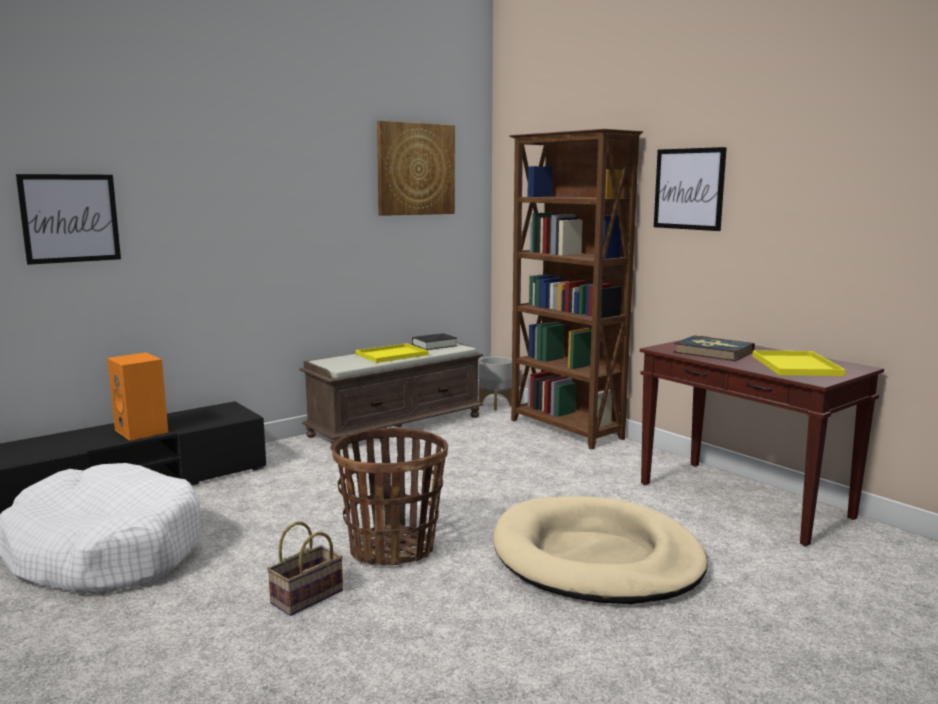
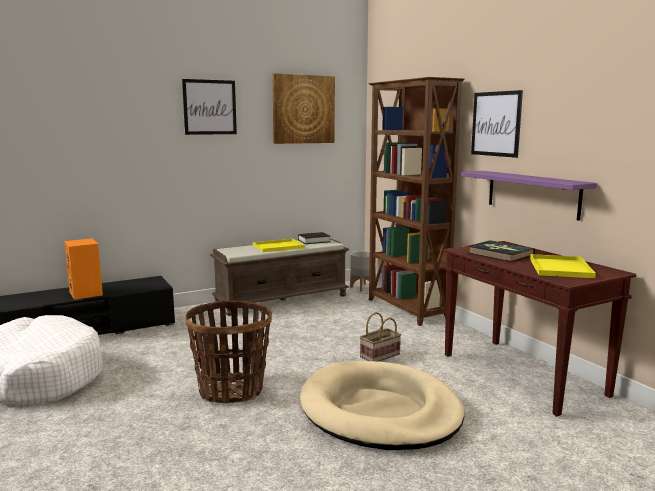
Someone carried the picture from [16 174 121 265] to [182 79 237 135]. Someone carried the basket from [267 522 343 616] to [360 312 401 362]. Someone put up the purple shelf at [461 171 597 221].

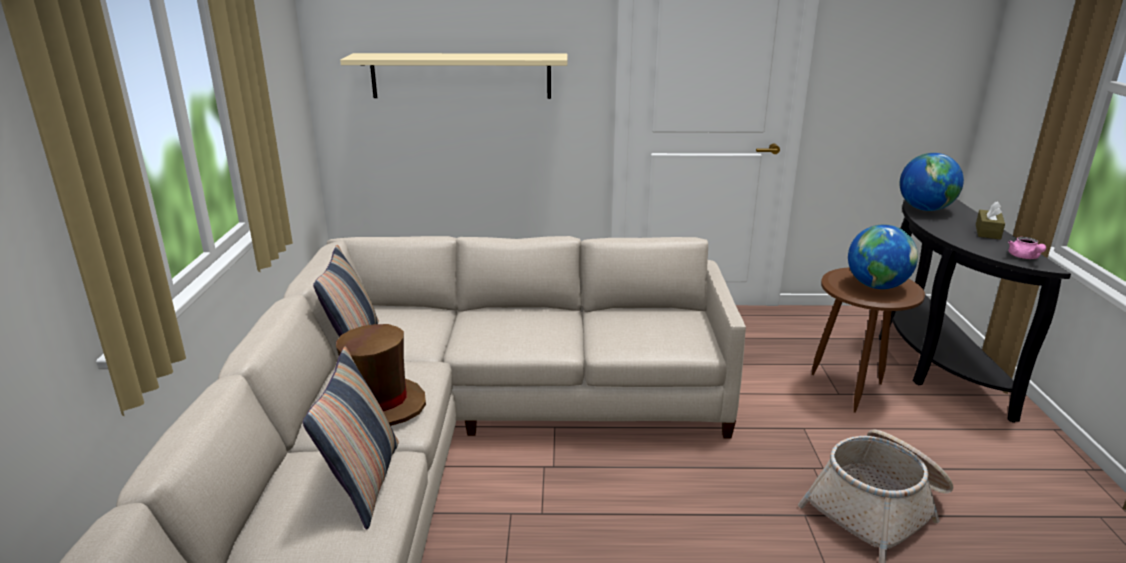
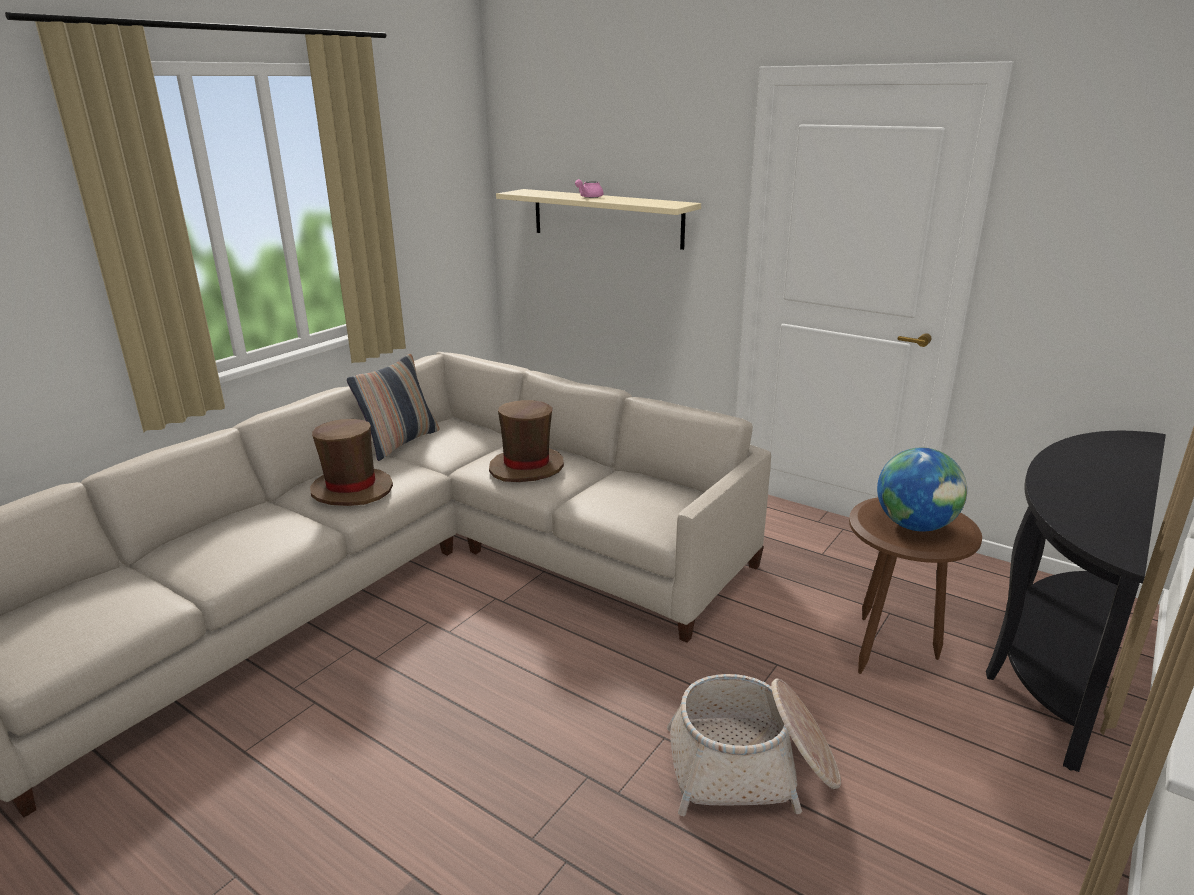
Someone took away the globe at [899 153 964 211]. Someone took away the brown tissue box at [976 201 1005 240]. Someone carried the pink teapot from [1008 237 1046 259] to [575 179 604 198]. Someone took away the pillow at [303 347 399 529]. Someone put down the brown hat at [489 400 564 482].

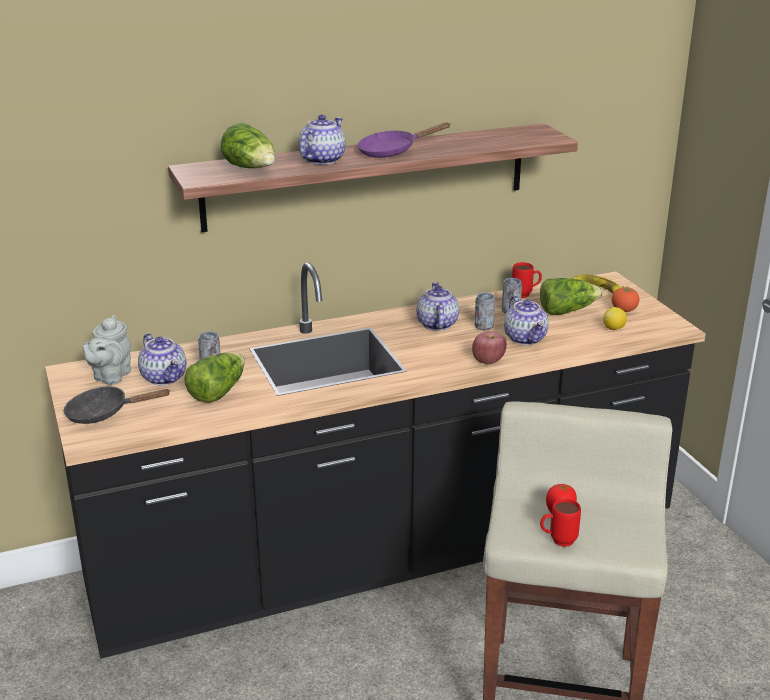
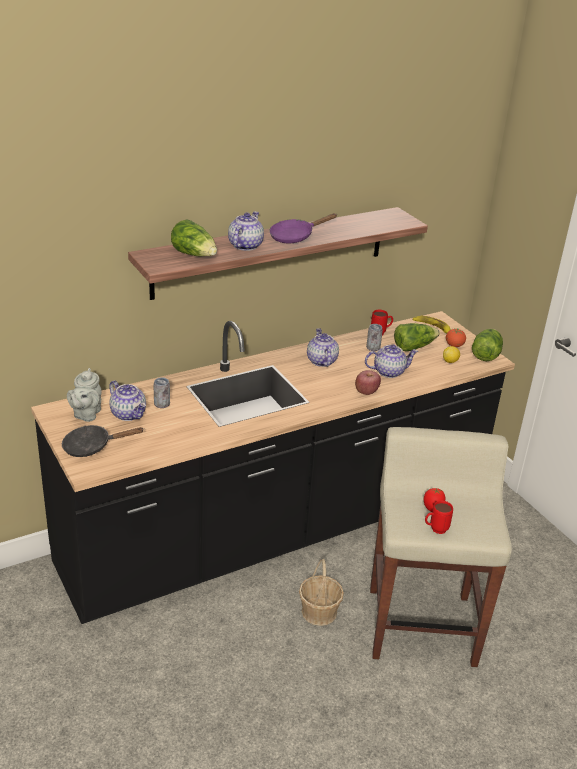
Someone took away the can at [475 292 495 330]. Someone rotated the teapot at [504 296 548 345] by 75 degrees counterclockwise. Someone carried the lettuce from [184 353 245 403] to [472 329 503 361]. Someone put down the basket at [299 559 344 626].

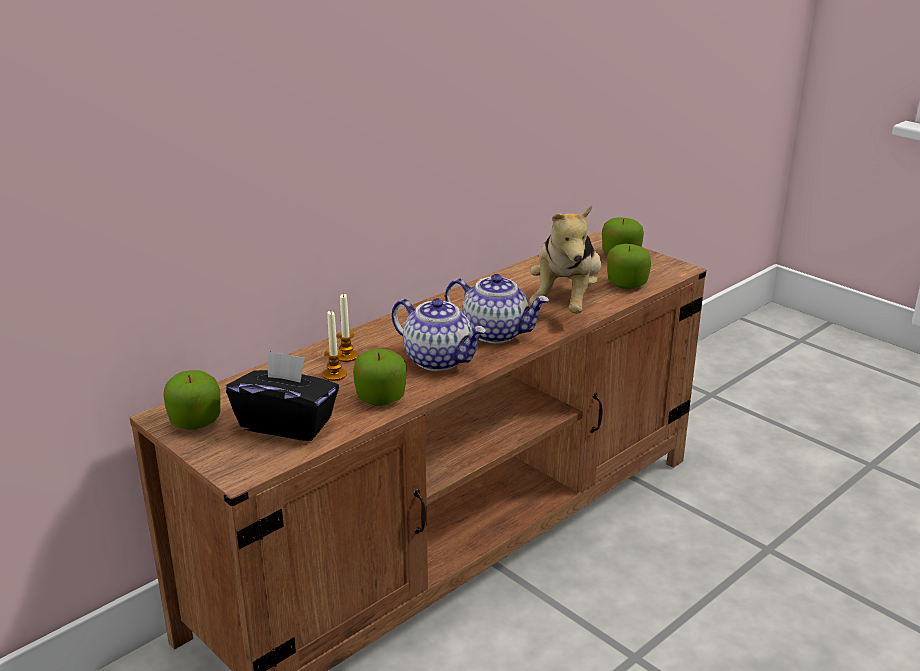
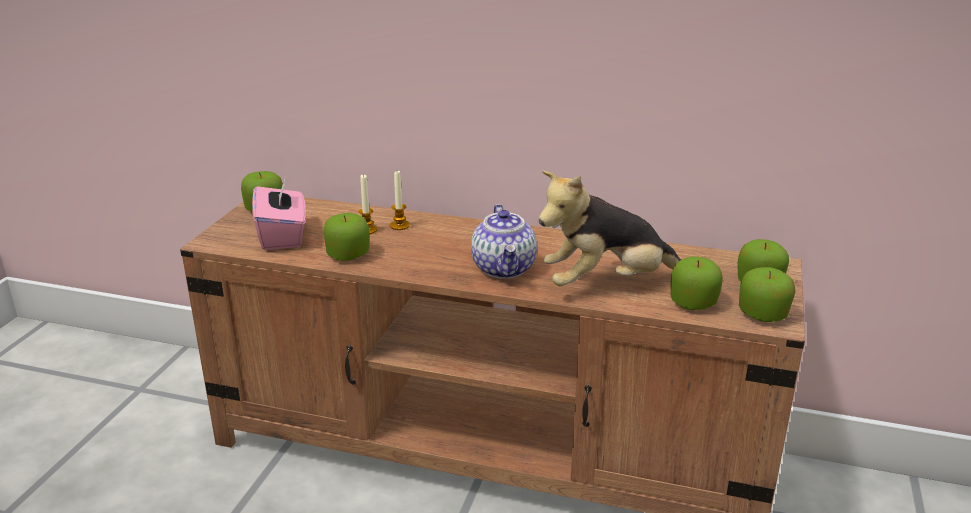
Someone took away the teapot at [391 298 486 371]. Someone repainted the black tissue box at [226 350 339 441], which became the pink tissue box at [252 175 306 250]. Someone put down the apple at [739 267 795 322].

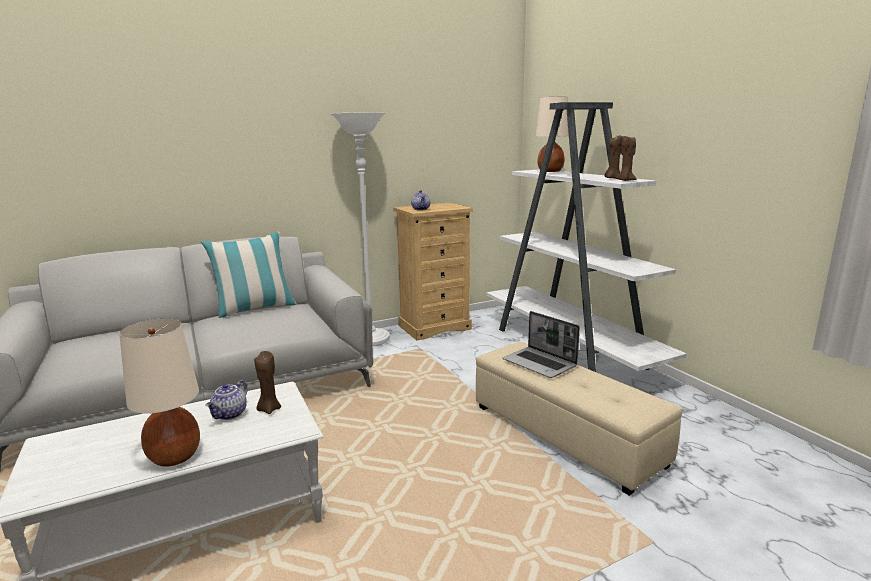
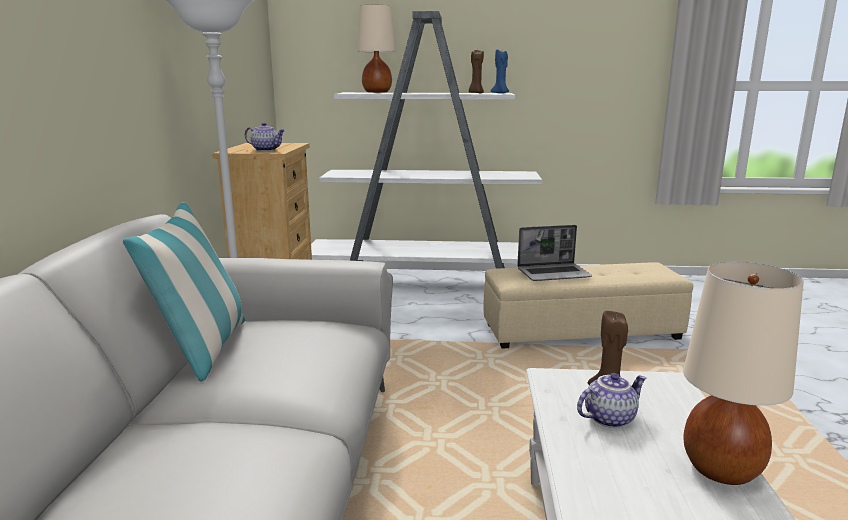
Someone repainted the brown candle at [616 136 637 181], which became the blue candle at [491 49 509 93]. Someone rotated the teapot at [205 380 247 420] by 75 degrees counterclockwise.

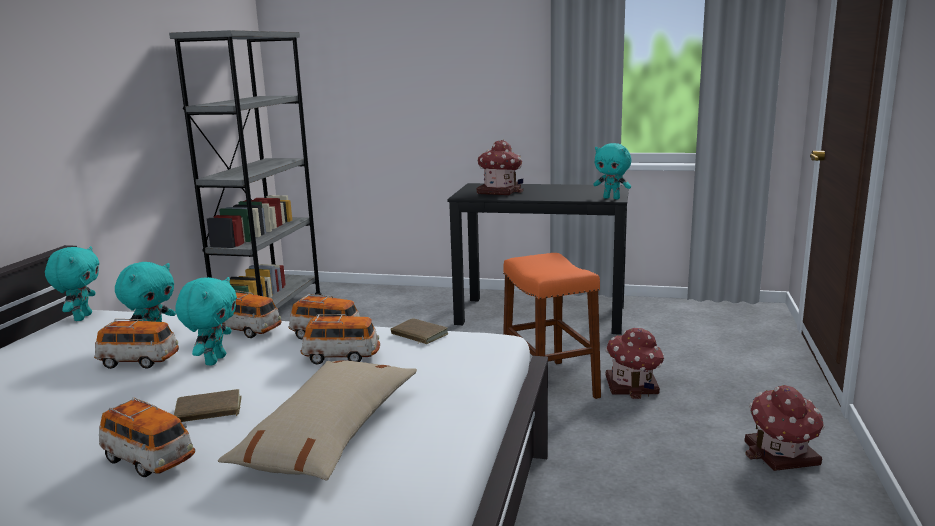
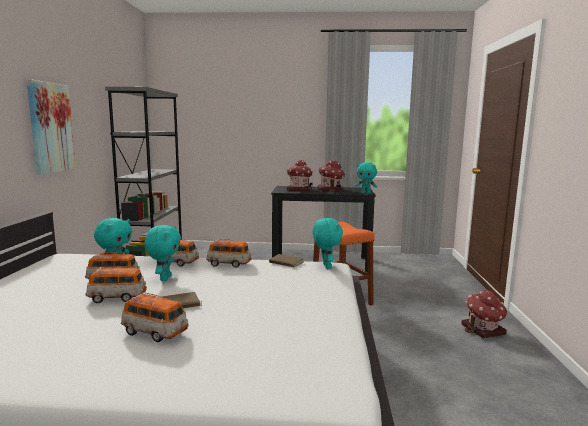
Someone carried the turquoise plush toy from [45 246 99 321] to [312 218 343 269]. Someone carried the toy car from [300 314 380 364] to [85 267 147 303]. Someone carried the toy house from [606 328 664 399] to [318 160 345 191]. Someone took away the beige pillow at [218 360 417 481]. Someone put up the picture at [26 79 76 175].

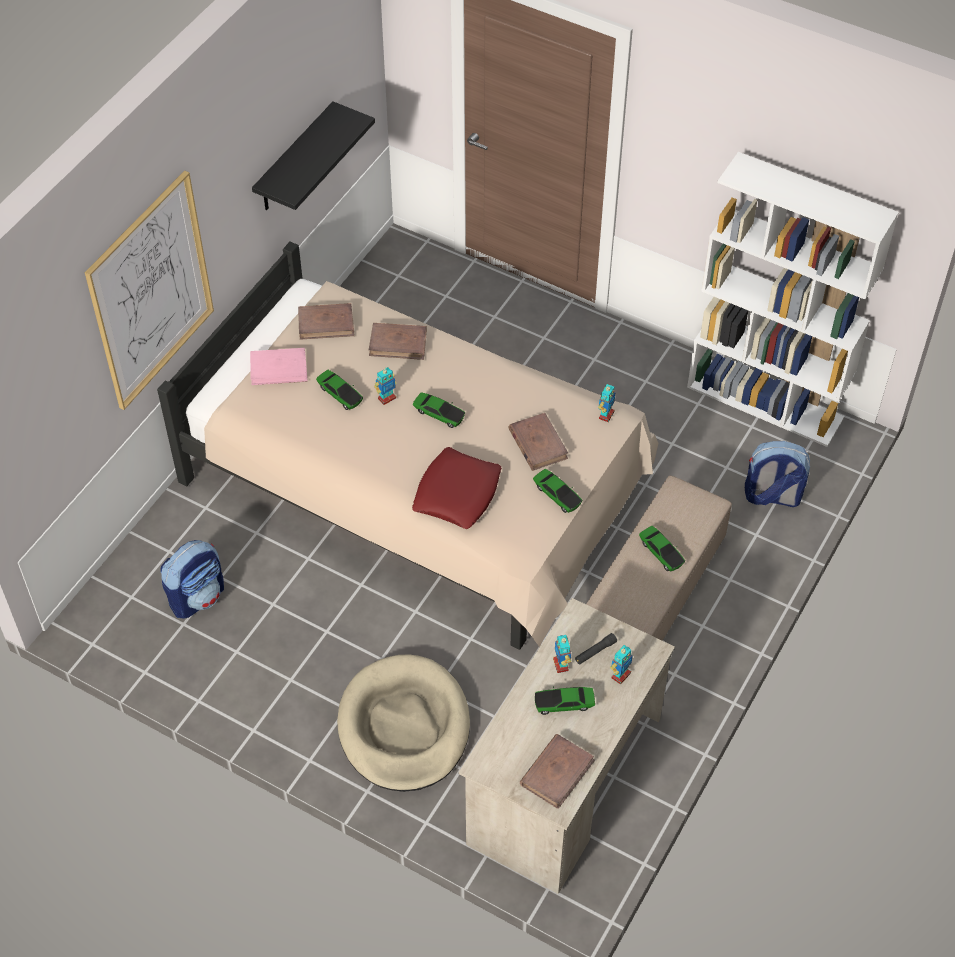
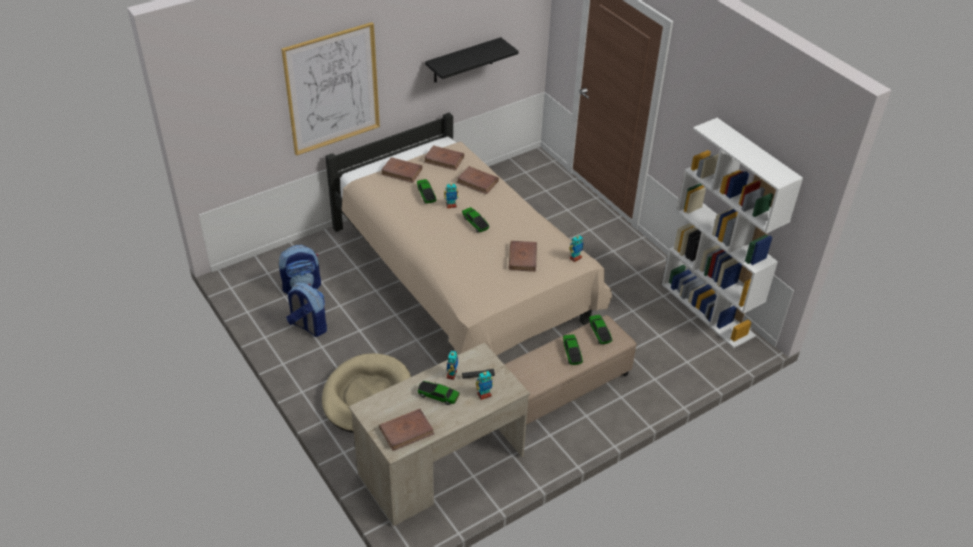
Someone repainted the pink book at [250 348 308 385], which became the brown book at [381 157 422 183]. Someone carried the backpack from [745 441 810 507] to [286 283 327 337]. Someone took away the red pillow at [412 447 502 529]. Someone carried the toy car from [533 469 583 513] to [589 315 612 344].

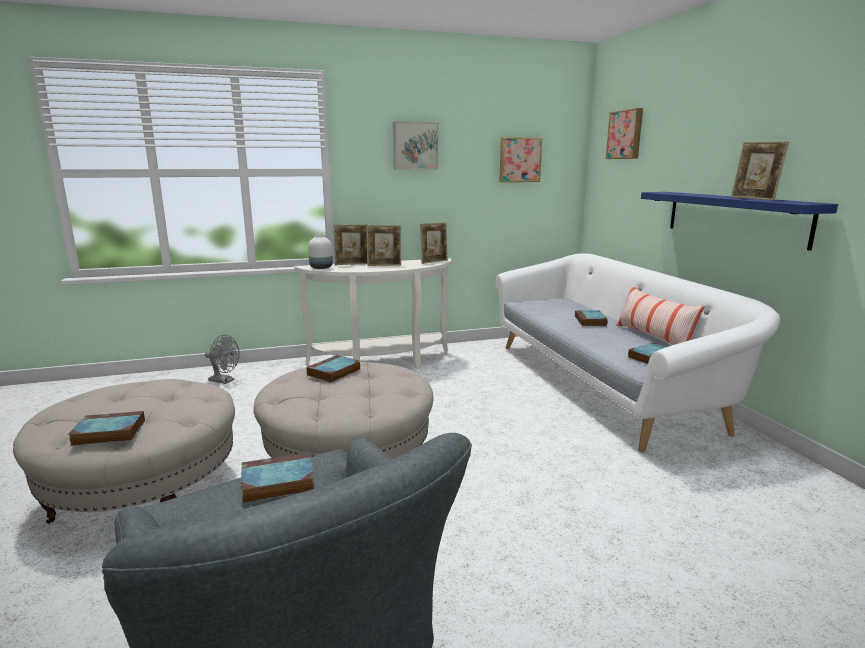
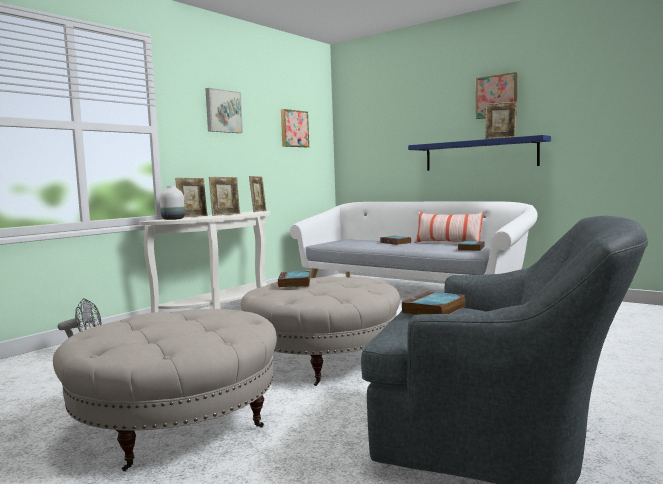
Someone carried the picture from [606 108 643 159] to [476 72 517 119]. Someone took away the book at [68 411 145 446].

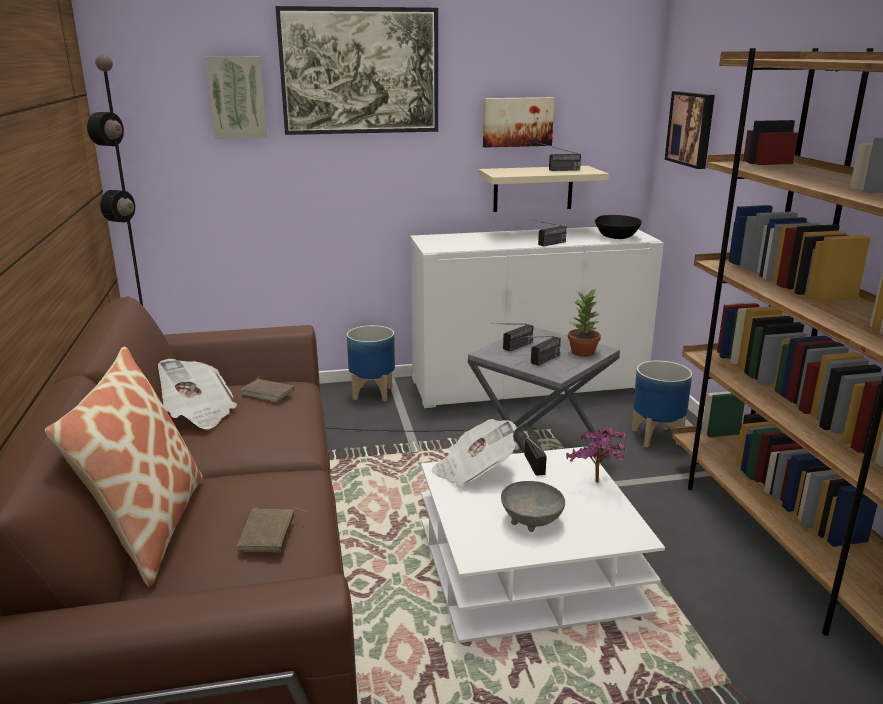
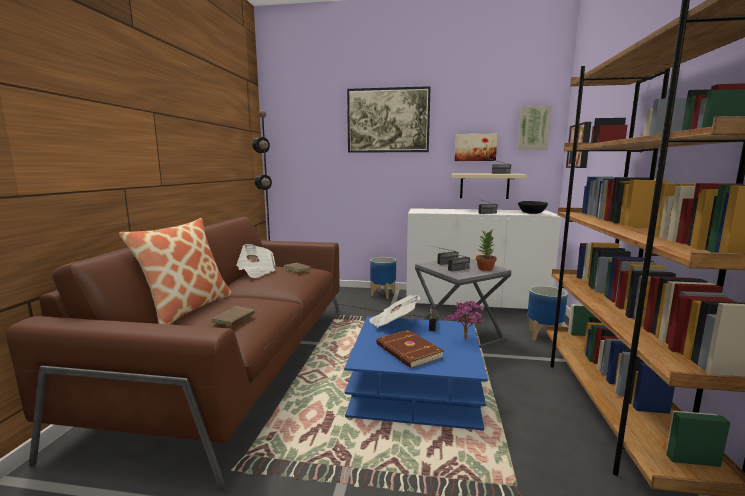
Someone carried the picture from [206 57 267 139] to [517 106 551 150]. Someone repainted the white coffee table at [421 447 665 643], which became the blue coffee table at [344 316 488 430]. Someone swapped the grey bowl at [501 481 565 532] for the brown book at [376 330 444 368].

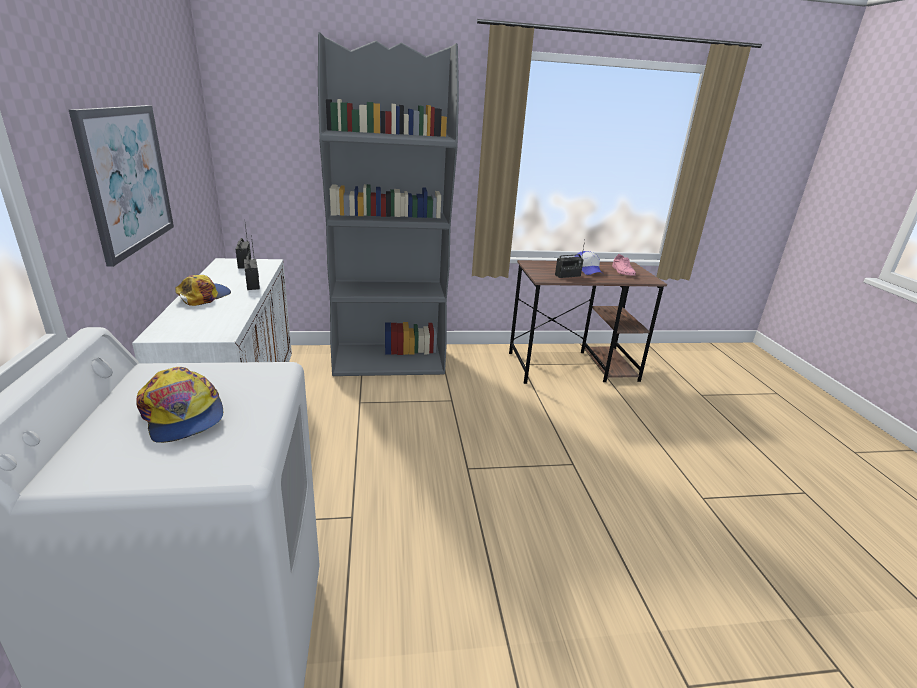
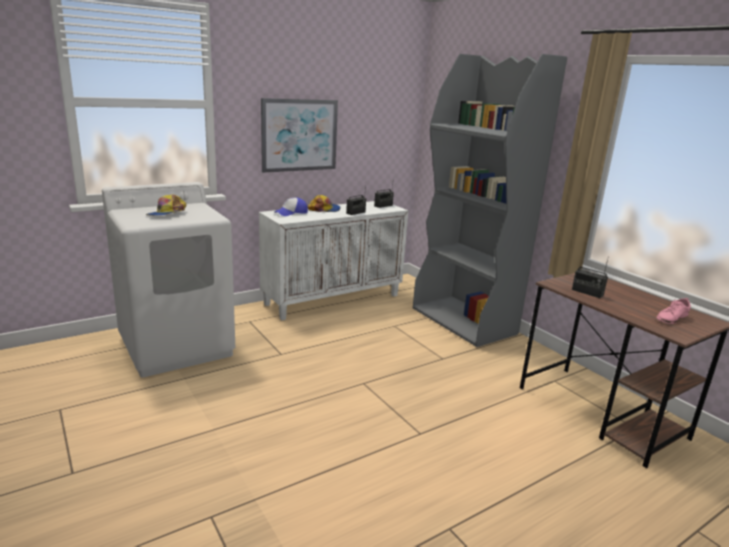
Someone carried the cap from [574 251 601 275] to [274 198 308 216].

